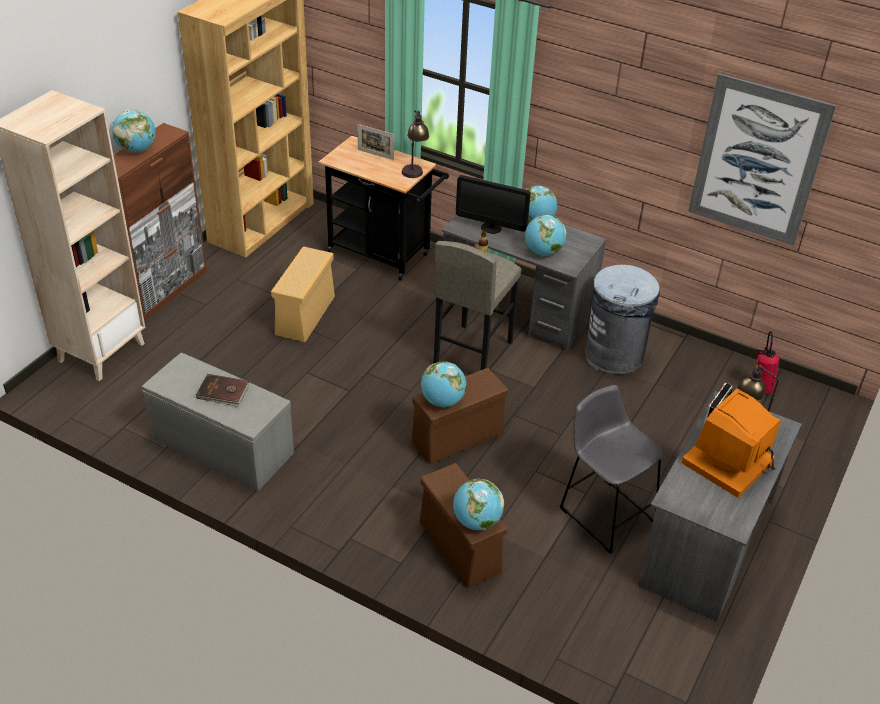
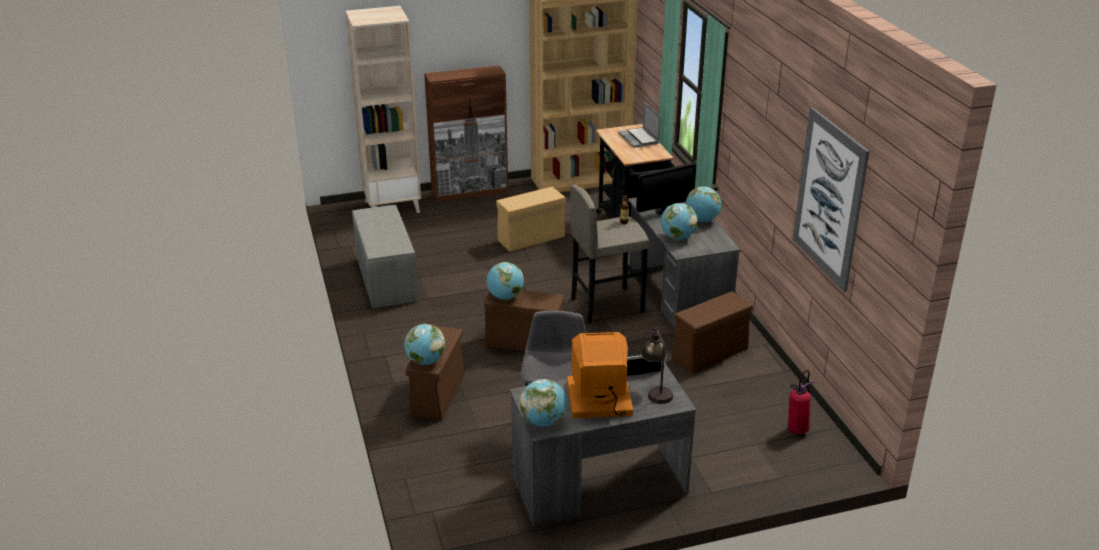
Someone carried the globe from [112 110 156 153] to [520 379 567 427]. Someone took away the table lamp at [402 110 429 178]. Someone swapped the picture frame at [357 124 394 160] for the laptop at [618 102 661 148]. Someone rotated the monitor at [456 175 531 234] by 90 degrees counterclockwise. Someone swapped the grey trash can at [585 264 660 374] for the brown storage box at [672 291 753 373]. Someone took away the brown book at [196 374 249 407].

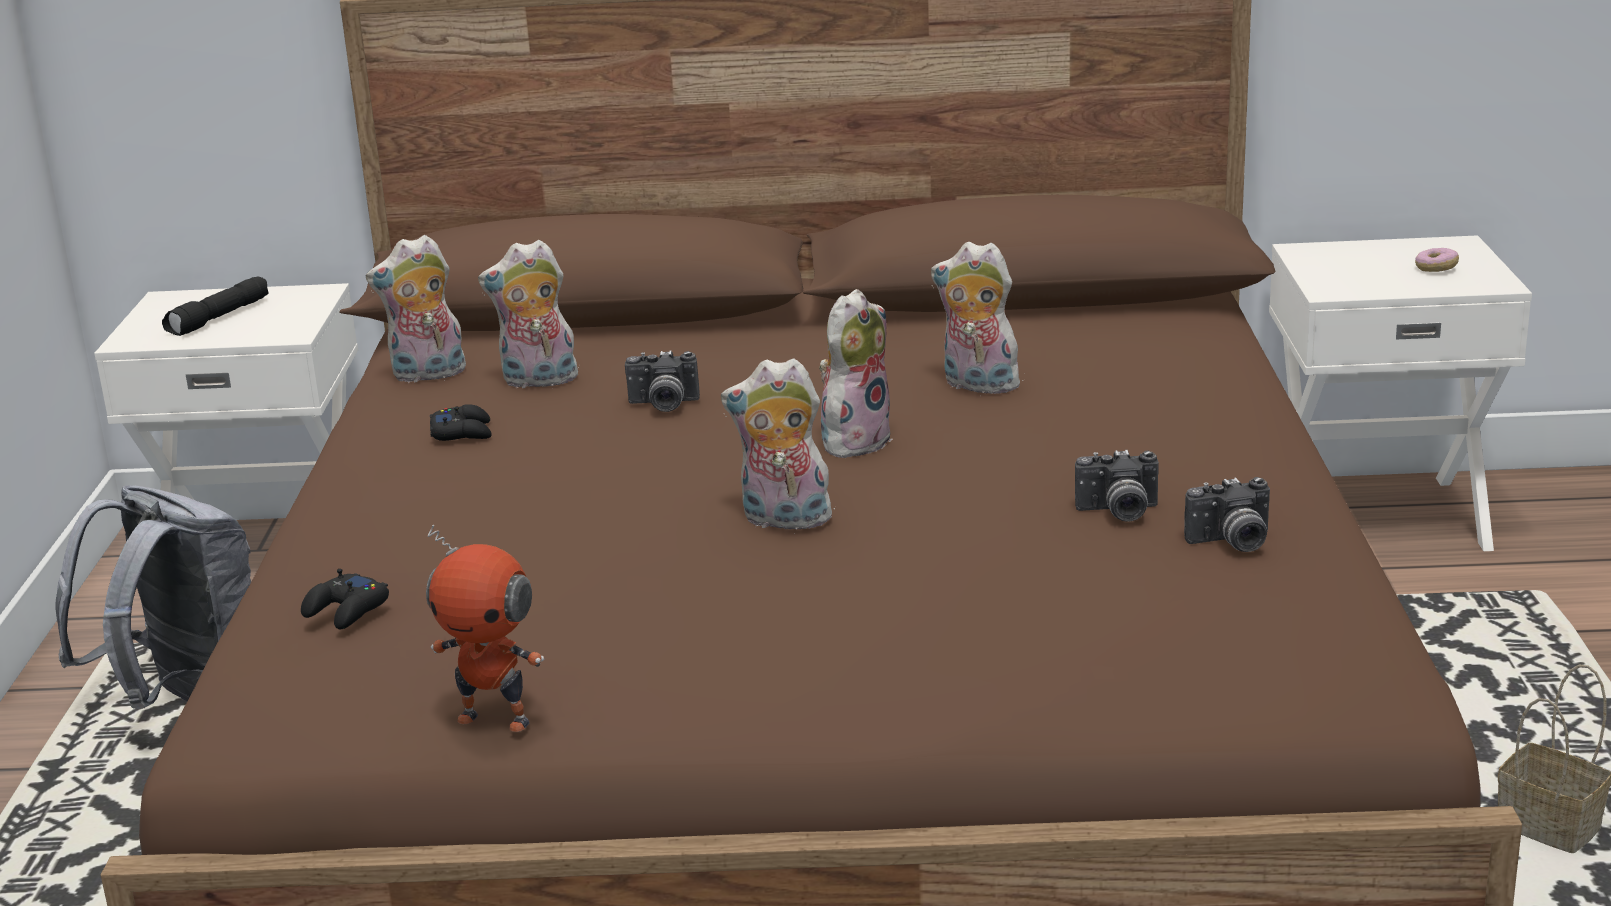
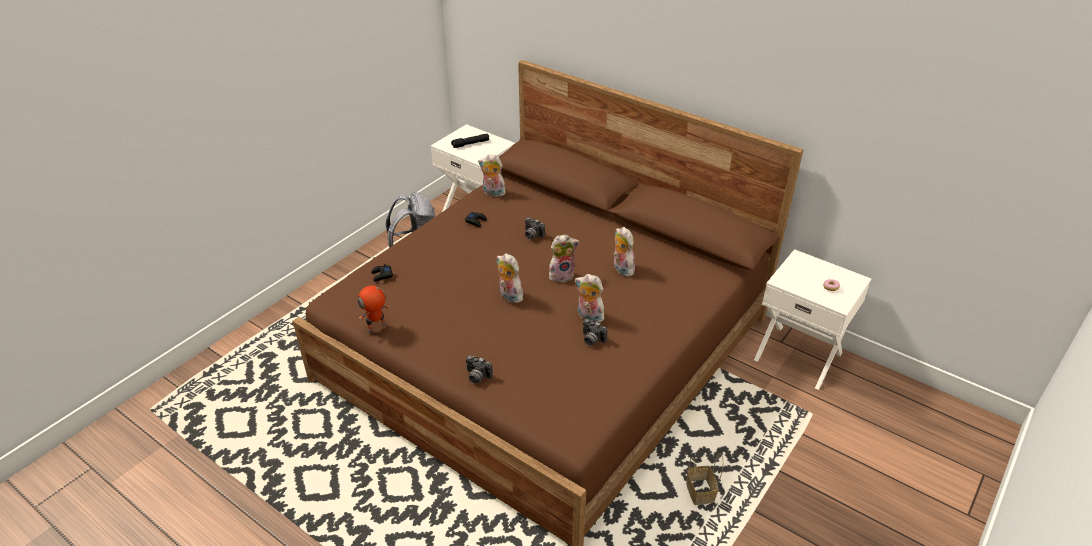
Someone carried the plush toy from [478 240 579 389] to [575 274 604 323]. Someone carried the photo camera from [1184 477 1270 552] to [466 356 493 384]. Someone rotated the toy robot at [426 525 544 732] by 90 degrees clockwise.

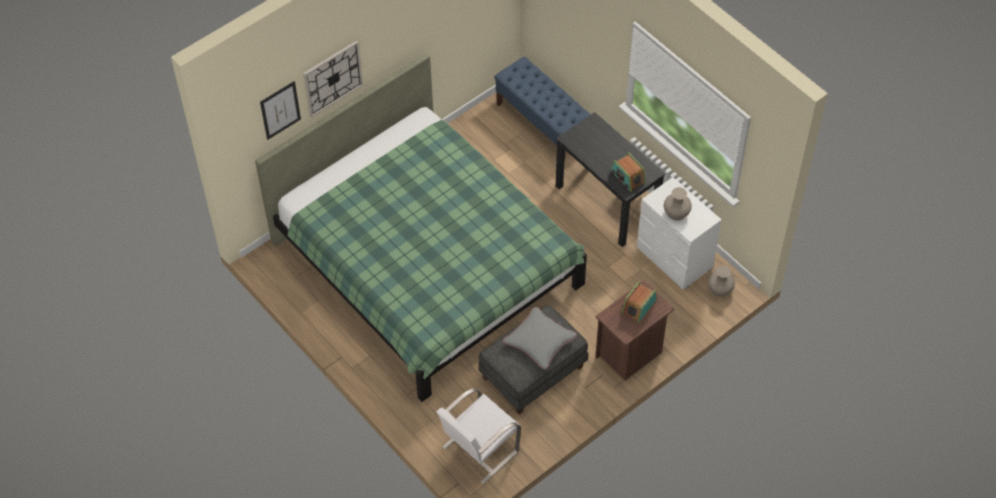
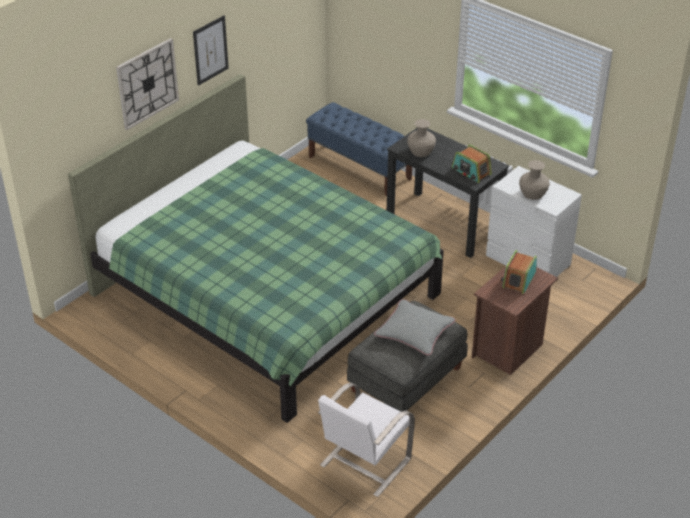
Someone carried the picture from [260 81 301 140] to [193 15 229 86]. Someone carried the beige vase from [708 265 735 297] to [407 119 436 157].

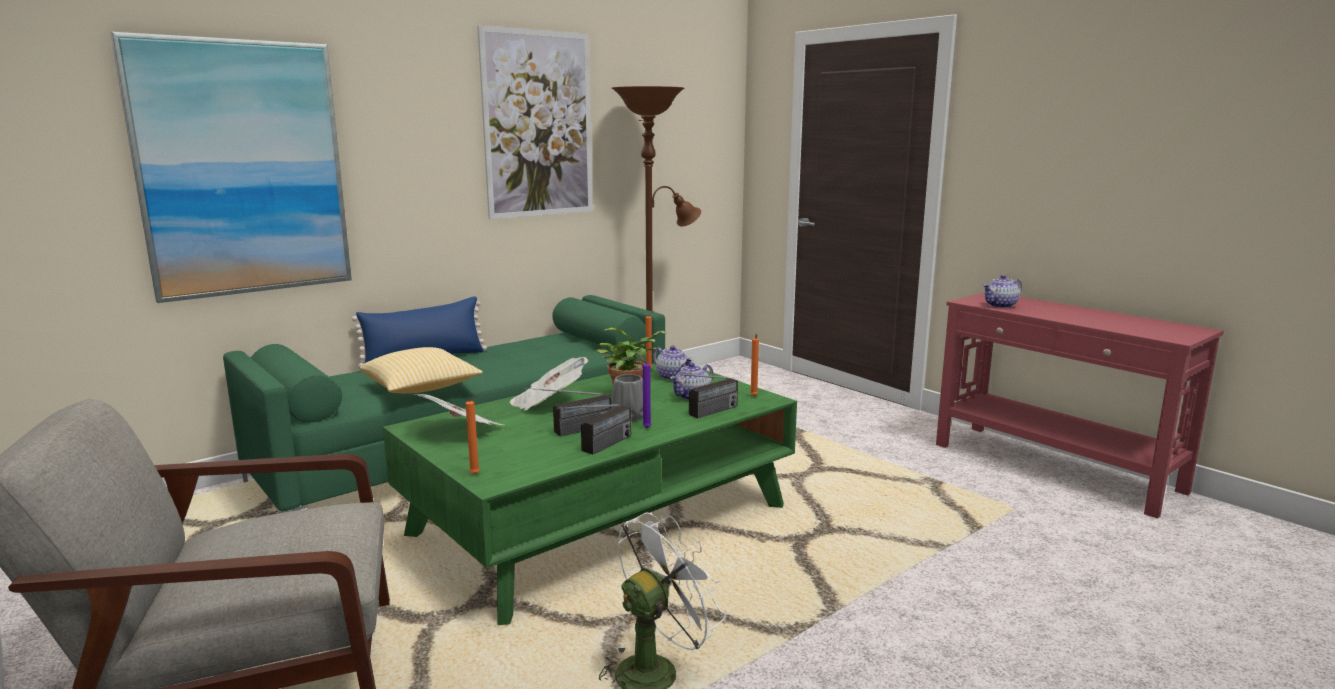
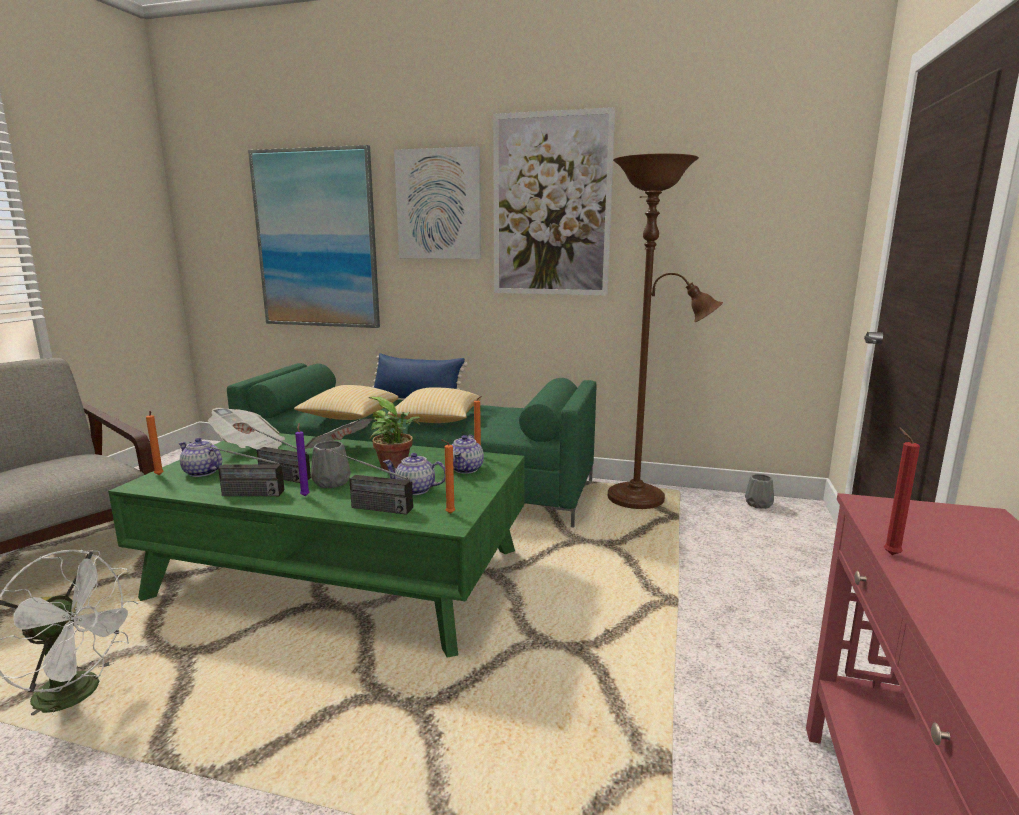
Someone carried the teapot from [983 275 1022 308] to [178 438 222 477]. Someone put up the picture at [394 146 481 259]. Someone put down the pillow at [387 387 481 423]. Someone put down the red candle at [884 427 920 555]. Someone put down the grey vase at [745 474 774 509].

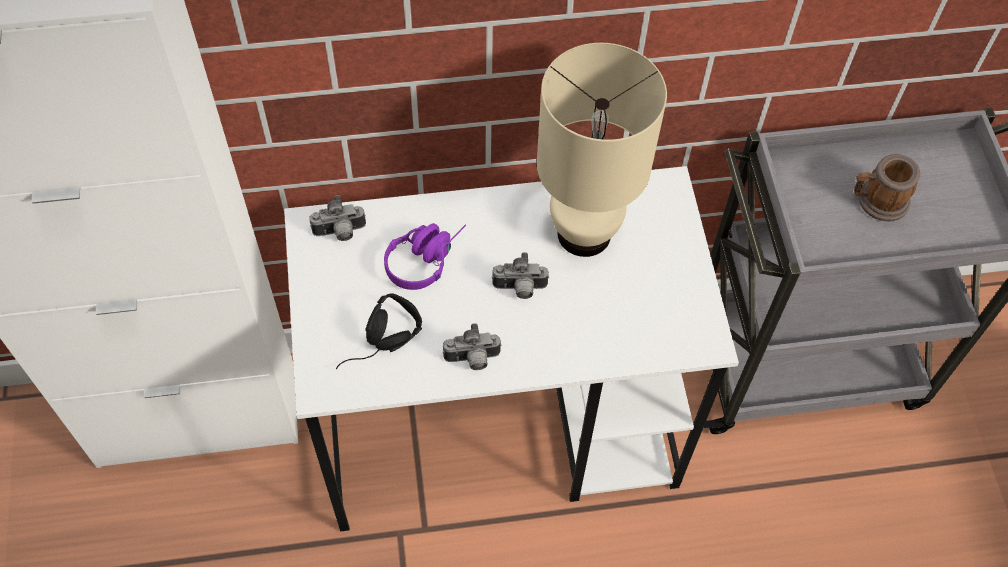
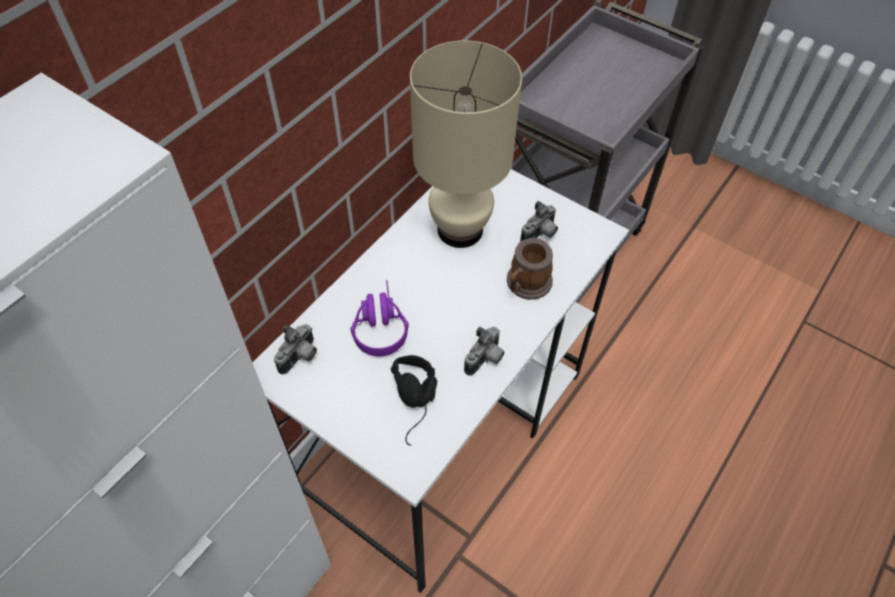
Someone carried the mug from [854 154 920 222] to [507 238 553 300]. Someone carried the photo camera from [492 252 549 299] to [520 201 558 242].

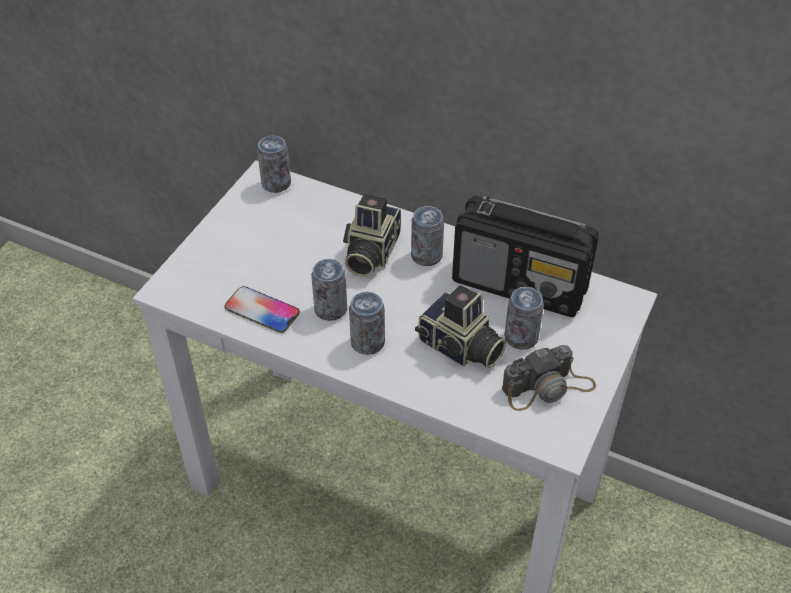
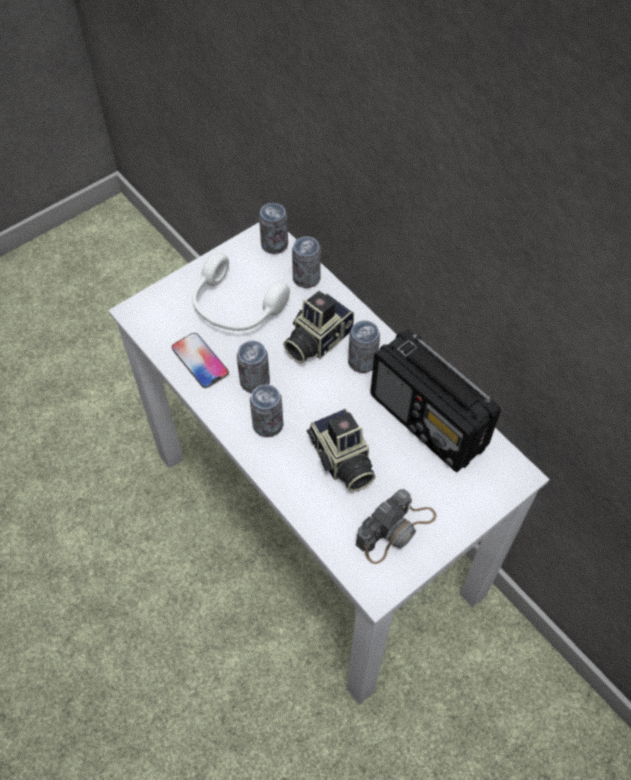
Someone carried the can from [504 287 544 350] to [292 236 321 288]. Someone rotated the photo camera at [502 345 596 411] by 45 degrees counterclockwise. Someone put down the white headphones at [192 253 290 331].

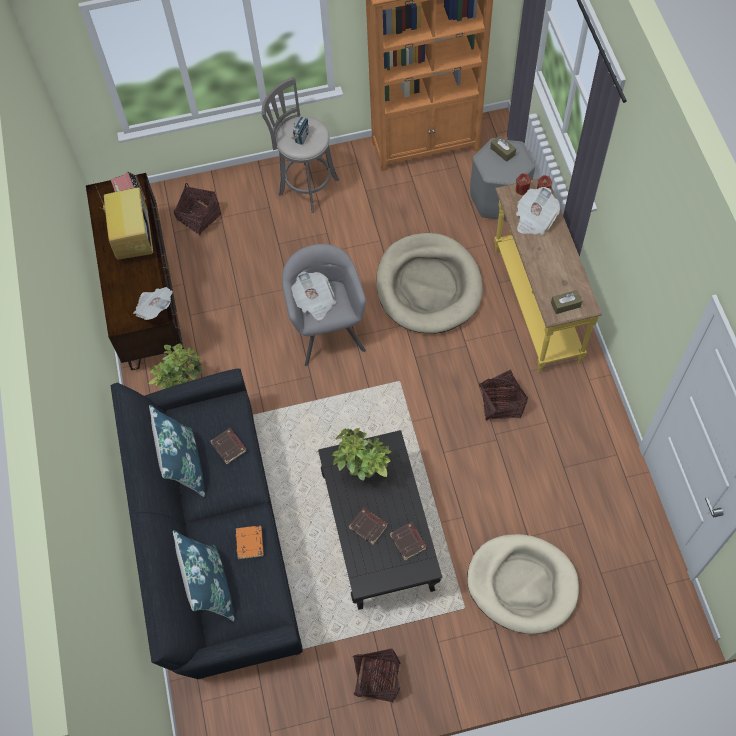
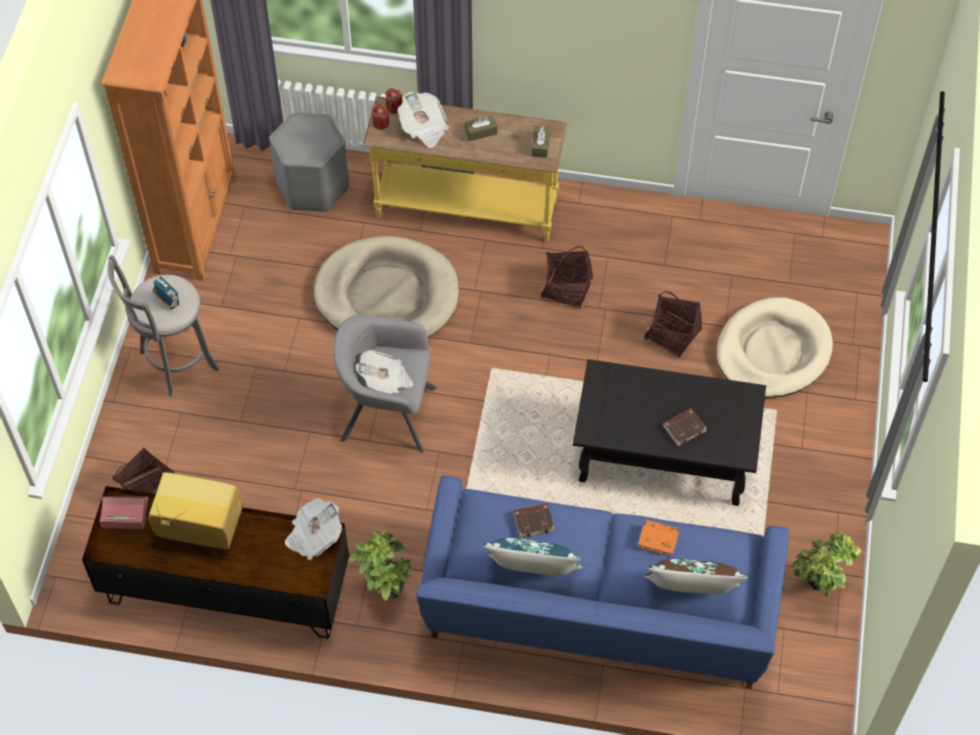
Someone carried the brown tissue box from [490 135 516 162] to [465 115 498 141]. Someone repainted the black sofa at [111 369 303 680], which became the blue sofa at [416 475 789 689]. Someone carried the potted plant from [332 428 391 481] to [792 531 861 597]. Someone took away the brown book at [390 522 427 560]. Someone repainted the blue pillow at [173 530 235 621], which became the brown pillow at [644 559 748 594]. Someone carried the basket from [353 648 400 703] to [645 291 702 359].

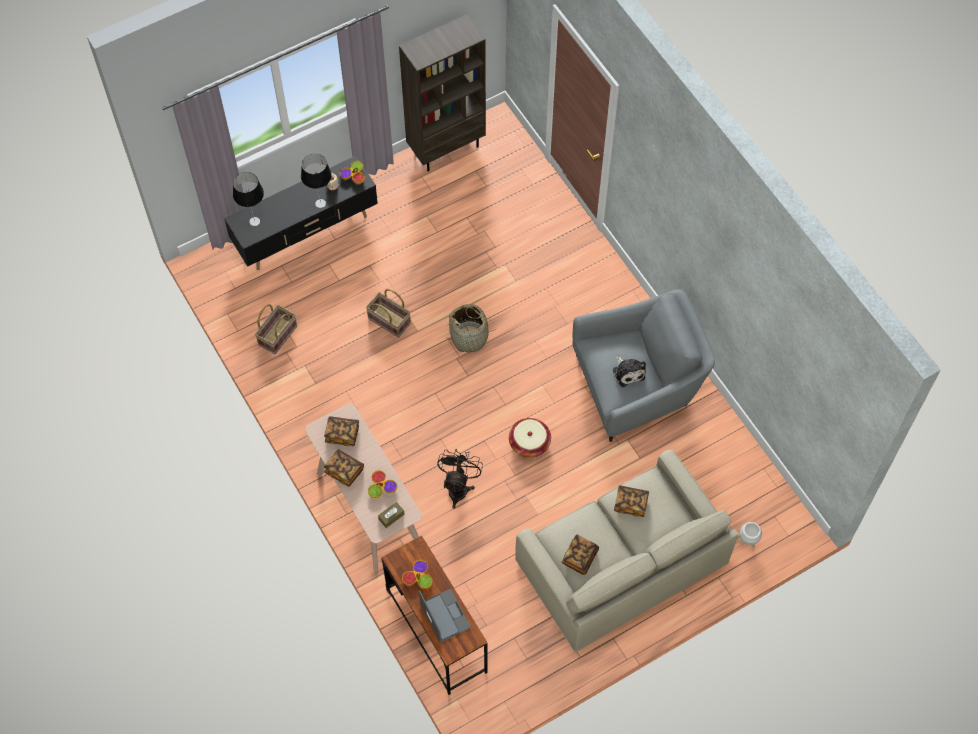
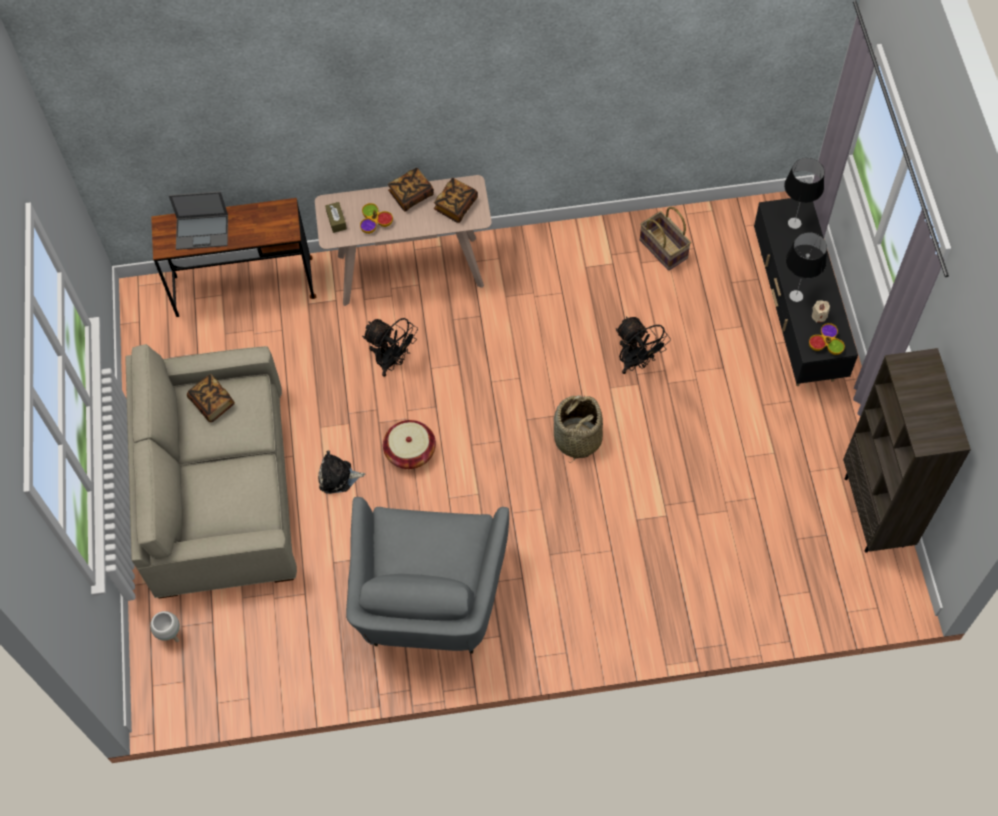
Someone swapped the basket at [366 289 411 338] for the black fan at [616 317 671 374]. Someone carried the plush toy from [613 355 646 387] to [318 450 365 494]. Someone took away the book at [614 485 649 517]. Someone took away the bowl at [402 560 432 589].

